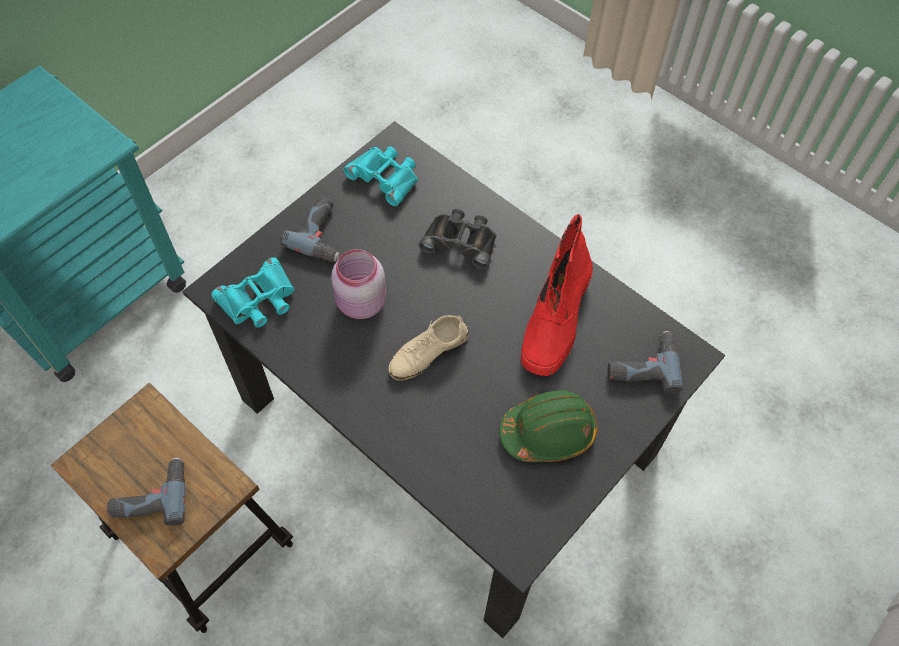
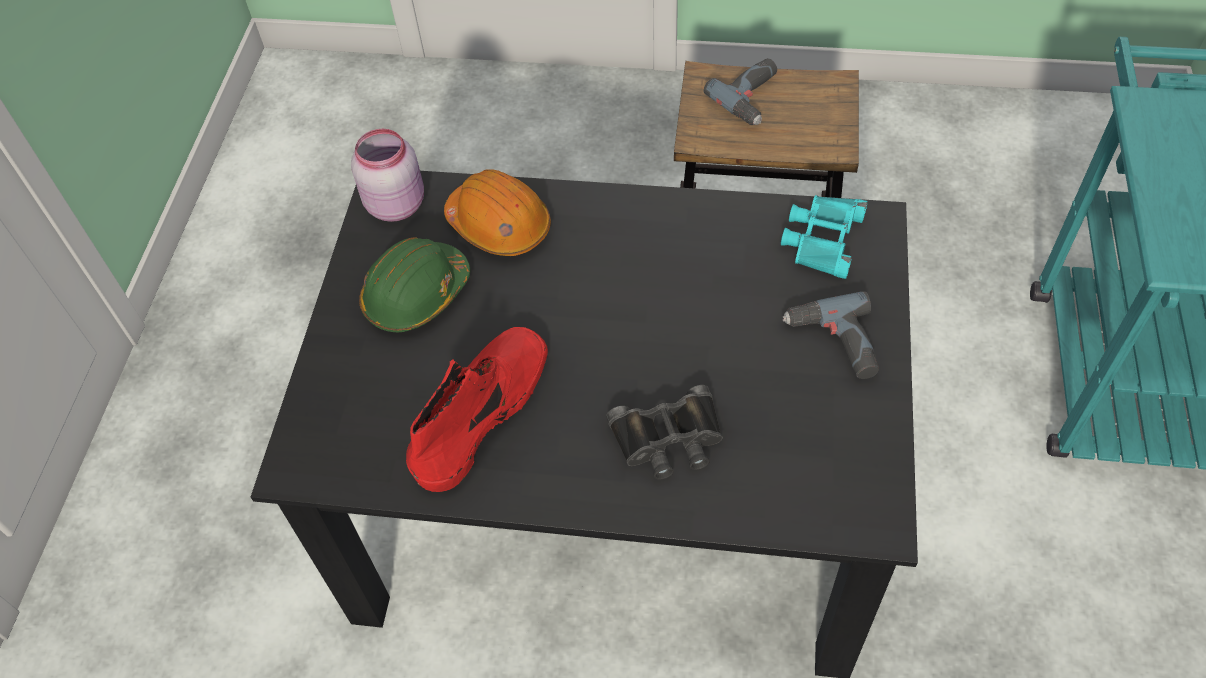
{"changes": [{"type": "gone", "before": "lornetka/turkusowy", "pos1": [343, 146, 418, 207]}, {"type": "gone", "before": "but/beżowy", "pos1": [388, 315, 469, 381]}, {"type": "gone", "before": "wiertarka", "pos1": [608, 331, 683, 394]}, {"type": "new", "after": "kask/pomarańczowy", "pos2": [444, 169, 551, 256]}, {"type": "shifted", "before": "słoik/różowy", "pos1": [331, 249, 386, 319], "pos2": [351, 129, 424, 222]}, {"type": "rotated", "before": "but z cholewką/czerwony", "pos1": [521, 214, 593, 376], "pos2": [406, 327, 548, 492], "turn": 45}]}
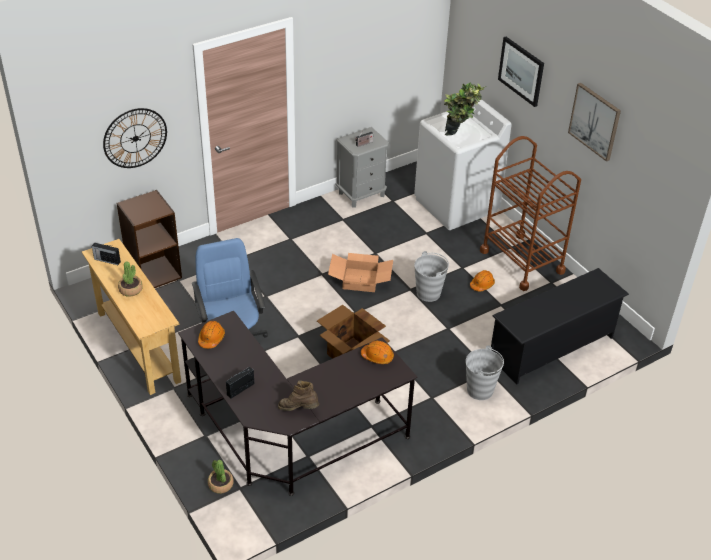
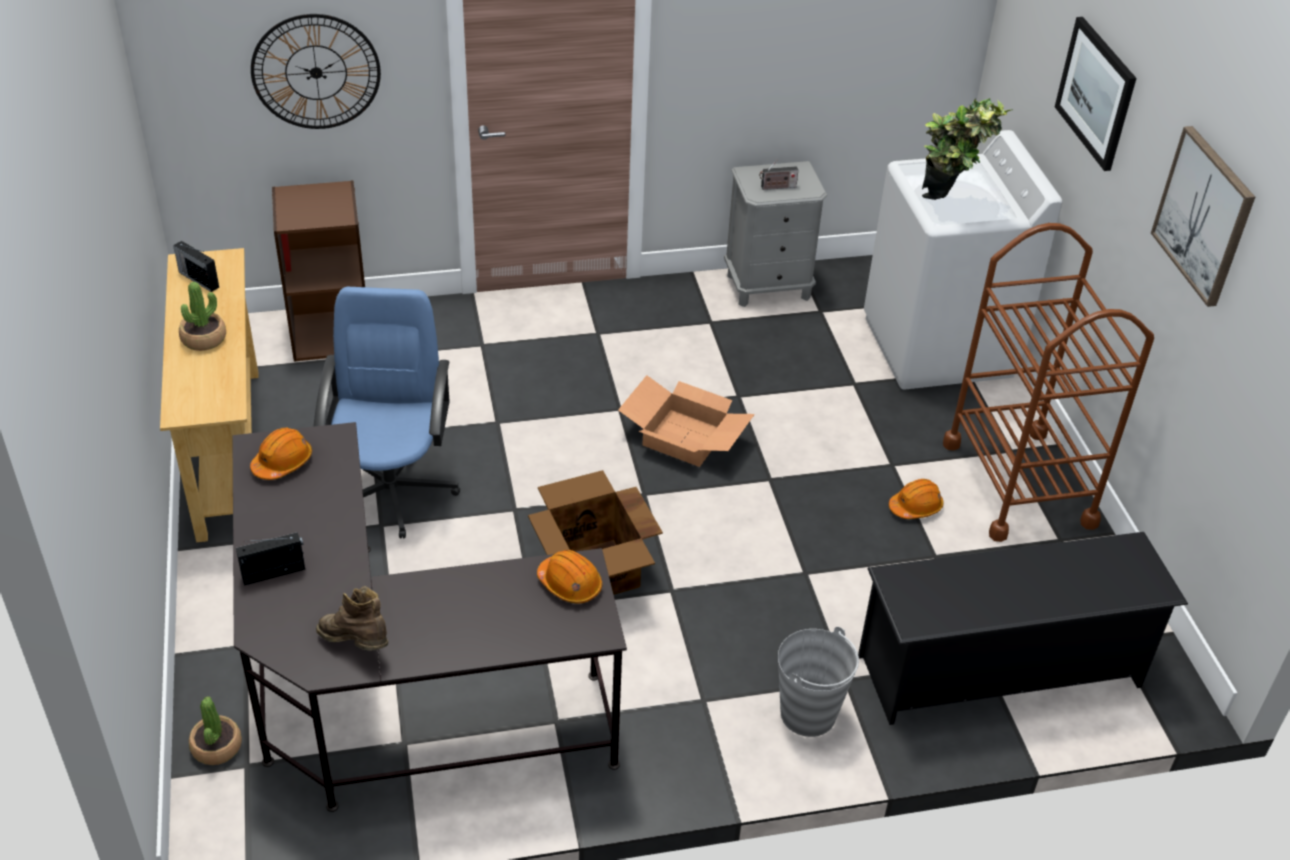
{"changes": [{"type": "gone", "before": "wiadro/szary", "pos1": [414, 251, 449, 302]}]}
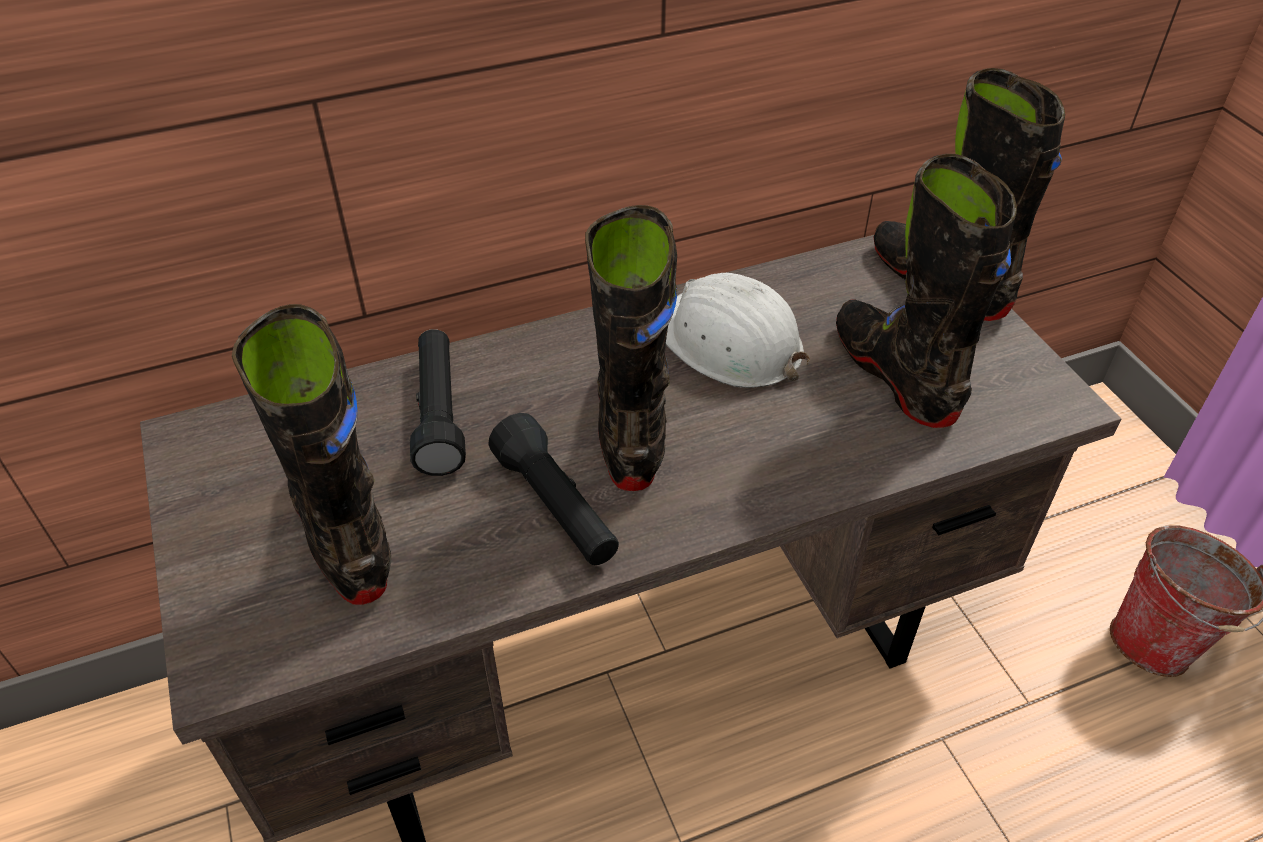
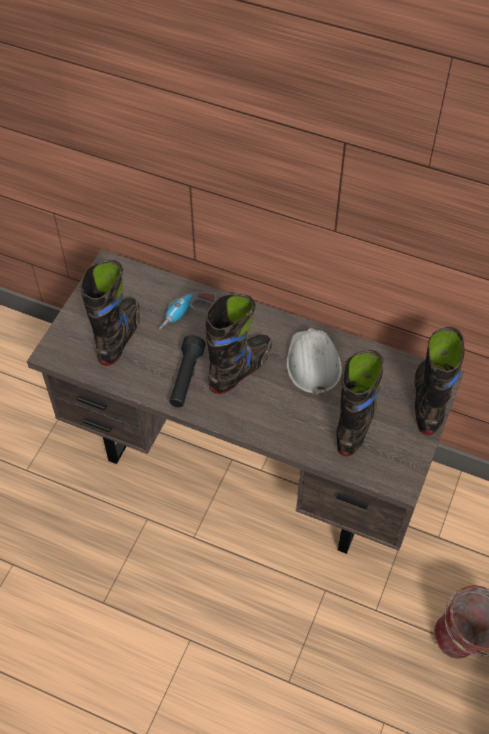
{"changes": [{"type": "swapped", "before": "latarka/czarny", "after": "wiertarka", "pos1": [410, 329, 466, 476], "pos2": [159, 292, 217, 330]}]}
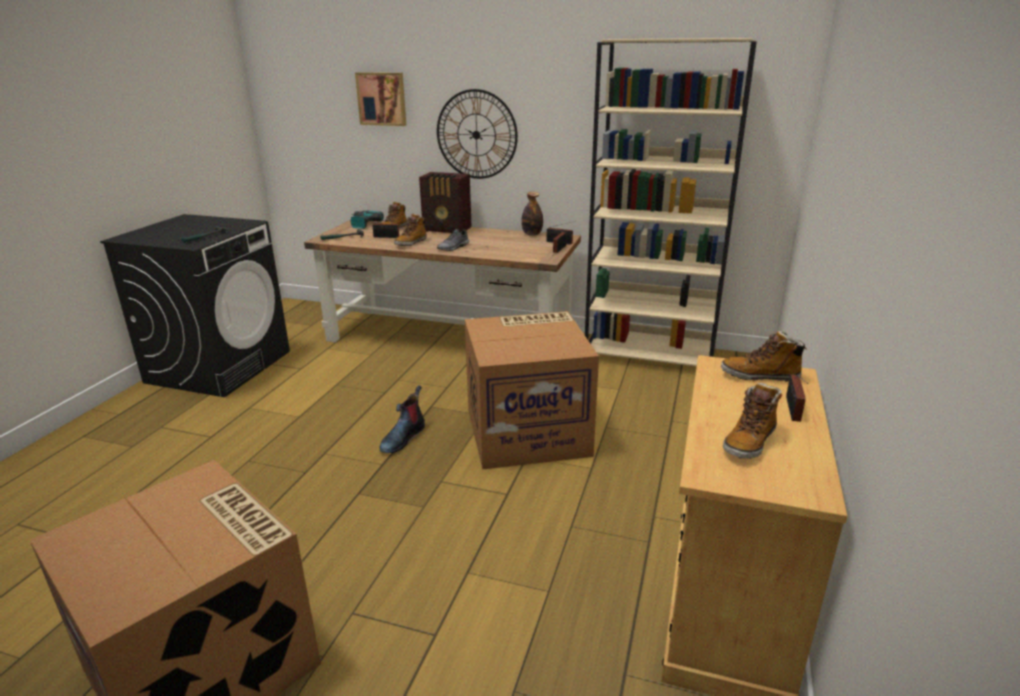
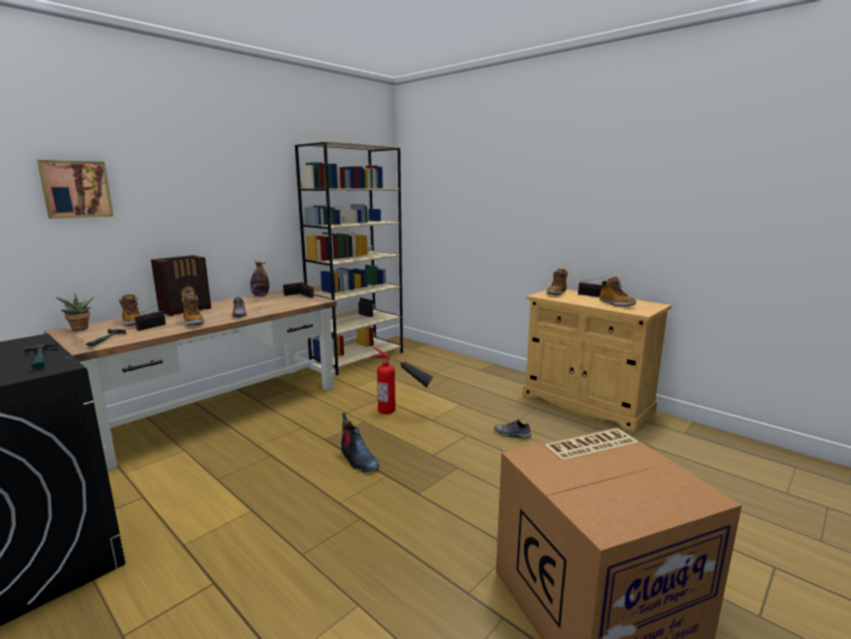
{"changes": [{"type": "gone", "before": "zegar ścienny", "pos1": [437, 89, 518, 179]}, {"type": "new", "after": "but/szary", "pos2": [494, 419, 531, 439]}, {"type": "swapped", "before": "wiertarka", "after": "roślina doniczkowa", "pos1": [351, 211, 384, 229], "pos2": [56, 293, 94, 331]}, {"type": "swapped", "before": "karton", "after": "gaśnica", "pos1": [465, 311, 599, 469], "pos2": [371, 348, 434, 414]}]}
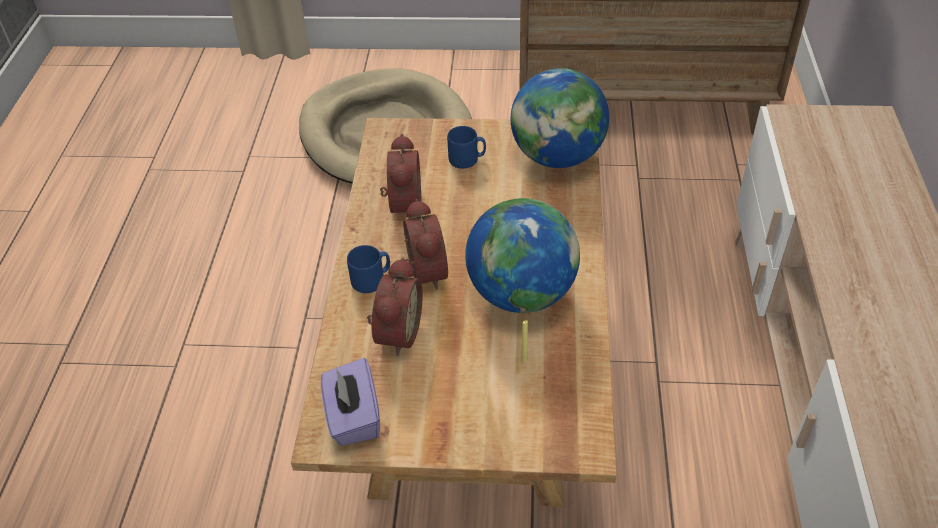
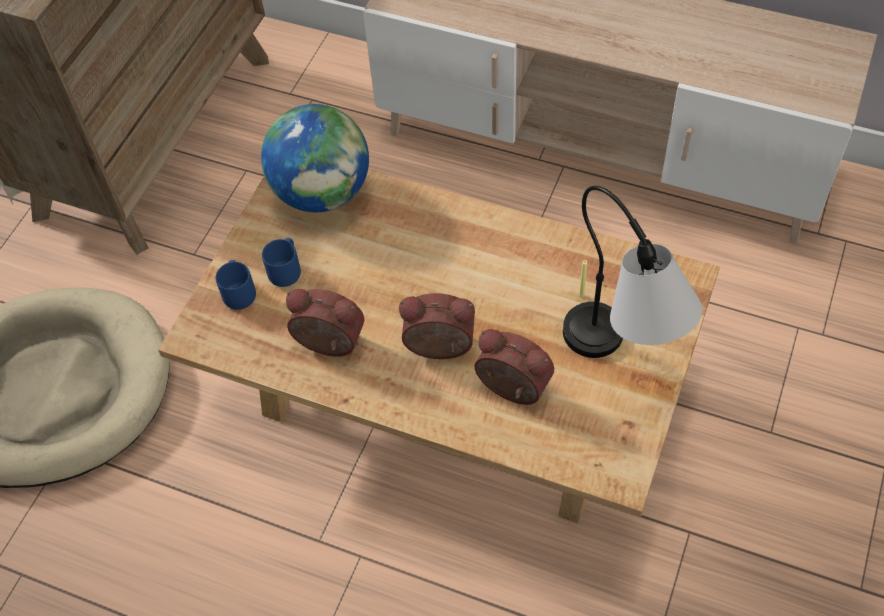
{"changes": [{"type": "gone", "before": "pudełko chusteczek/fioletowy", "pos1": [321, 358, 380, 446]}, {"type": "gone", "before": "globus", "pos1": [465, 198, 580, 313]}, {"type": "new", "after": "lampa stołowa", "pos2": [563, 186, 702, 358]}, {"type": "shifted", "before": "kubek/niebieski", "pos1": [347, 245, 390, 293], "pos2": [216, 260, 256, 310]}]}
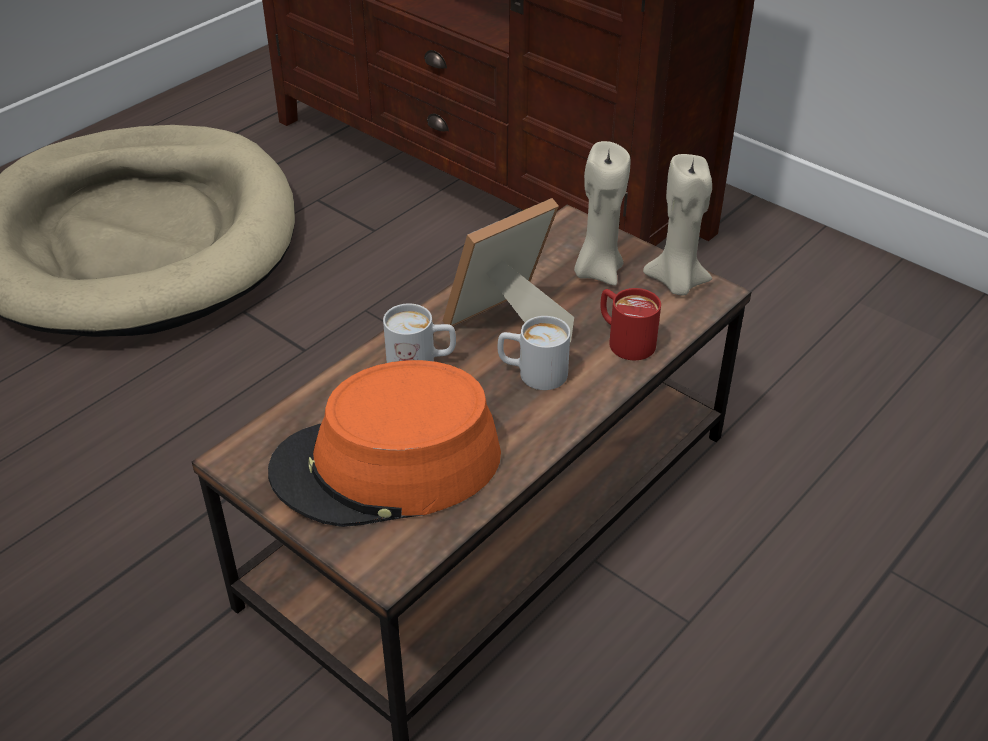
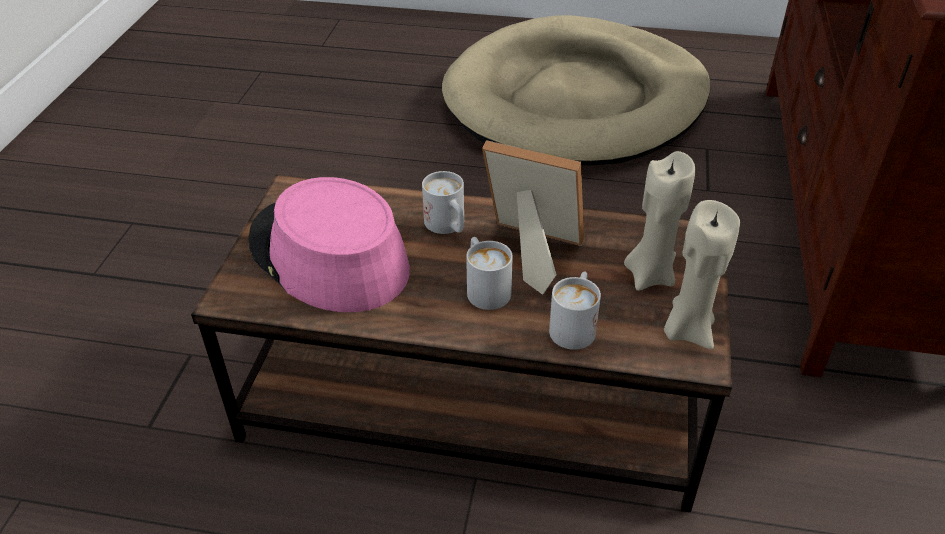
{"changes": [{"type": "repainted", "before": "kapelusz/pomarańczowy", "after": "kapelusz/różowy", "pos1": [268, 360, 501, 527], "pos2": [249, 177, 410, 312]}, {"type": "repainted", "before": "kubek/czerwony", "after": "kubek/biały", "pos1": [600, 288, 661, 360], "pos2": [549, 271, 601, 350]}]}
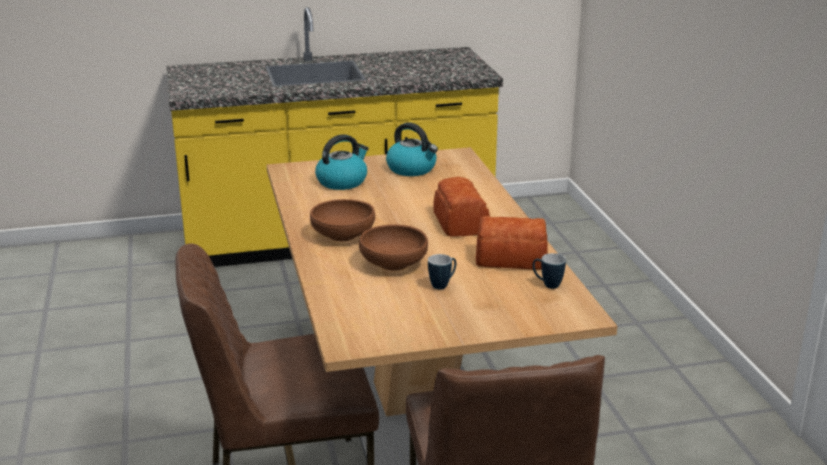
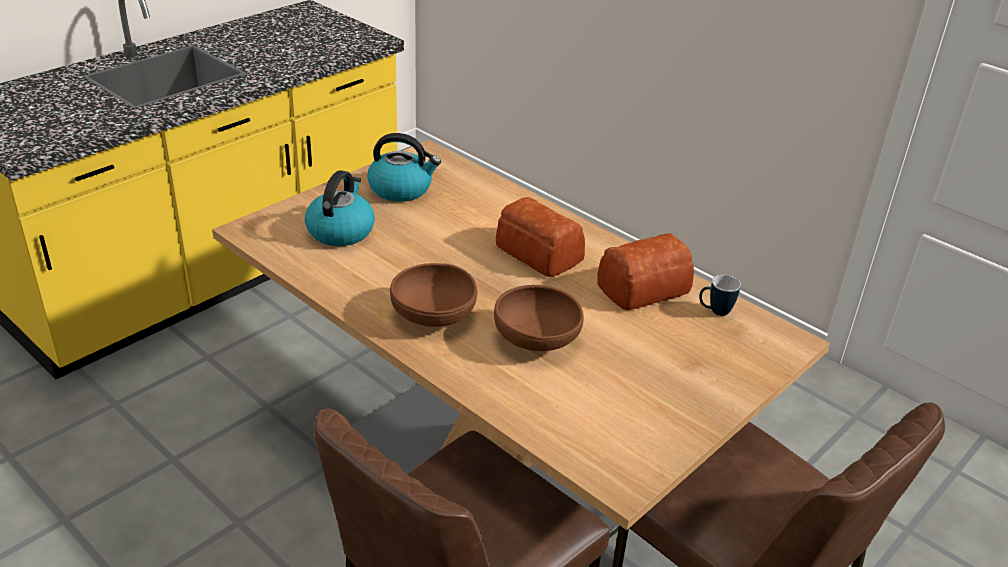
{"changes": [{"type": "gone", "before": "kubek", "pos1": [428, 254, 456, 289]}]}
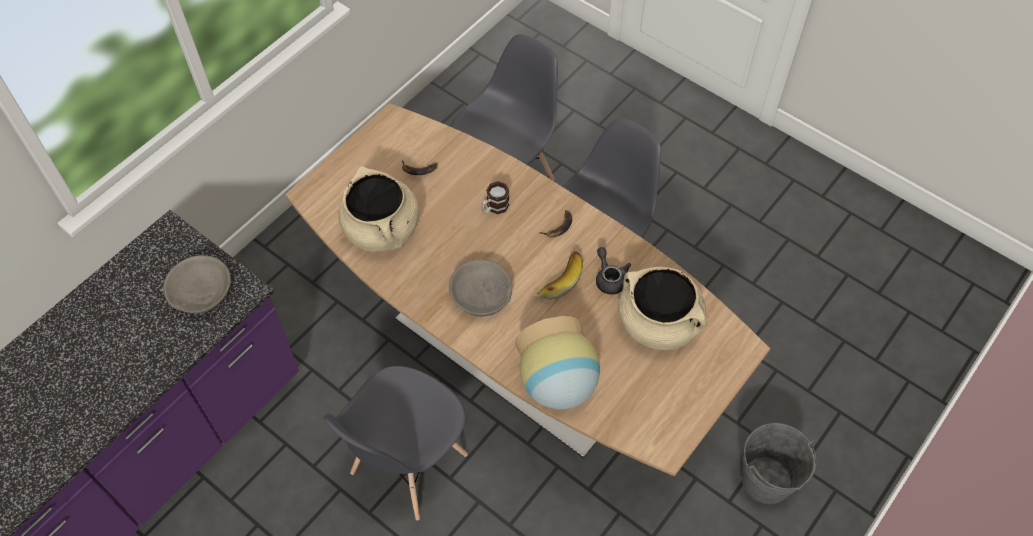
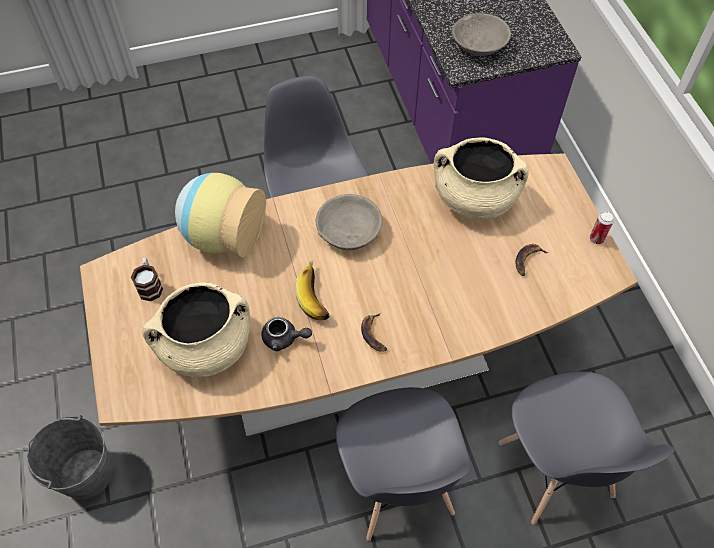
{"changes": [{"type": "new", "after": "puszka", "pos2": [590, 211, 614, 244]}, {"type": "shifted", "before": "kubek", "pos1": [481, 181, 509, 214], "pos2": [131, 258, 163, 301]}]}
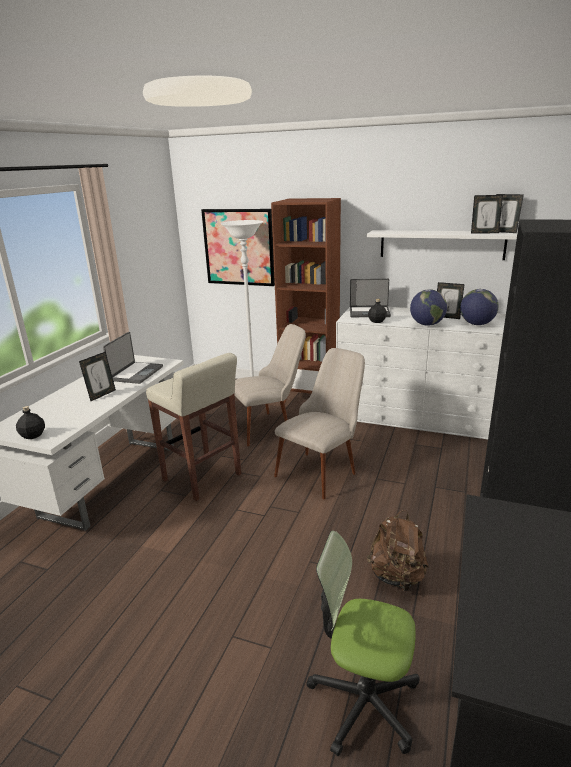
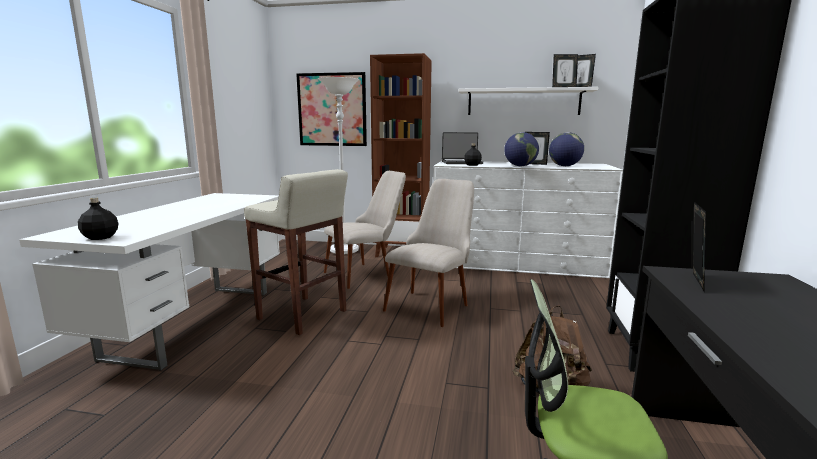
{"changes": [{"type": "gone", "before": "laptop", "pos1": [103, 332, 163, 384]}, {"type": "shifted", "before": "ramka na zdjęcie", "pos1": [79, 352, 116, 401], "pos2": [693, 202, 706, 291]}]}
